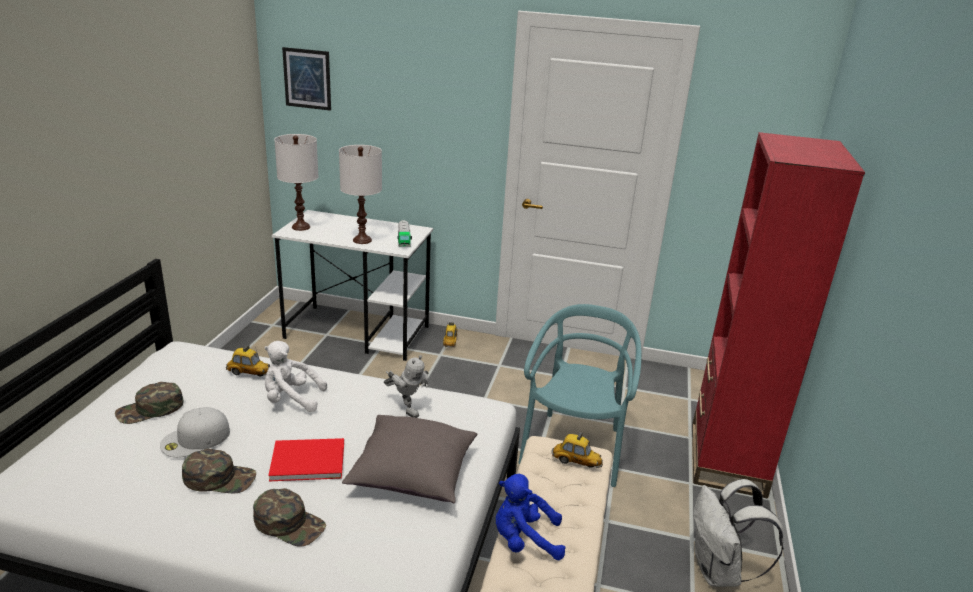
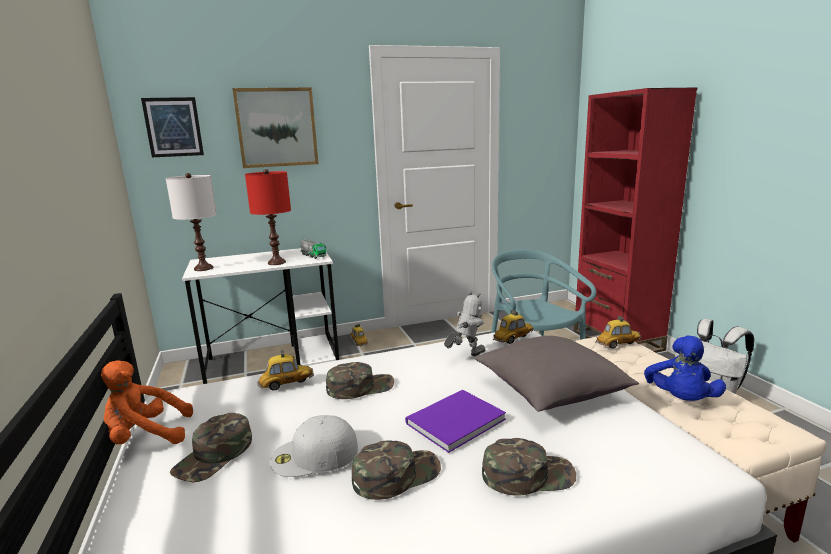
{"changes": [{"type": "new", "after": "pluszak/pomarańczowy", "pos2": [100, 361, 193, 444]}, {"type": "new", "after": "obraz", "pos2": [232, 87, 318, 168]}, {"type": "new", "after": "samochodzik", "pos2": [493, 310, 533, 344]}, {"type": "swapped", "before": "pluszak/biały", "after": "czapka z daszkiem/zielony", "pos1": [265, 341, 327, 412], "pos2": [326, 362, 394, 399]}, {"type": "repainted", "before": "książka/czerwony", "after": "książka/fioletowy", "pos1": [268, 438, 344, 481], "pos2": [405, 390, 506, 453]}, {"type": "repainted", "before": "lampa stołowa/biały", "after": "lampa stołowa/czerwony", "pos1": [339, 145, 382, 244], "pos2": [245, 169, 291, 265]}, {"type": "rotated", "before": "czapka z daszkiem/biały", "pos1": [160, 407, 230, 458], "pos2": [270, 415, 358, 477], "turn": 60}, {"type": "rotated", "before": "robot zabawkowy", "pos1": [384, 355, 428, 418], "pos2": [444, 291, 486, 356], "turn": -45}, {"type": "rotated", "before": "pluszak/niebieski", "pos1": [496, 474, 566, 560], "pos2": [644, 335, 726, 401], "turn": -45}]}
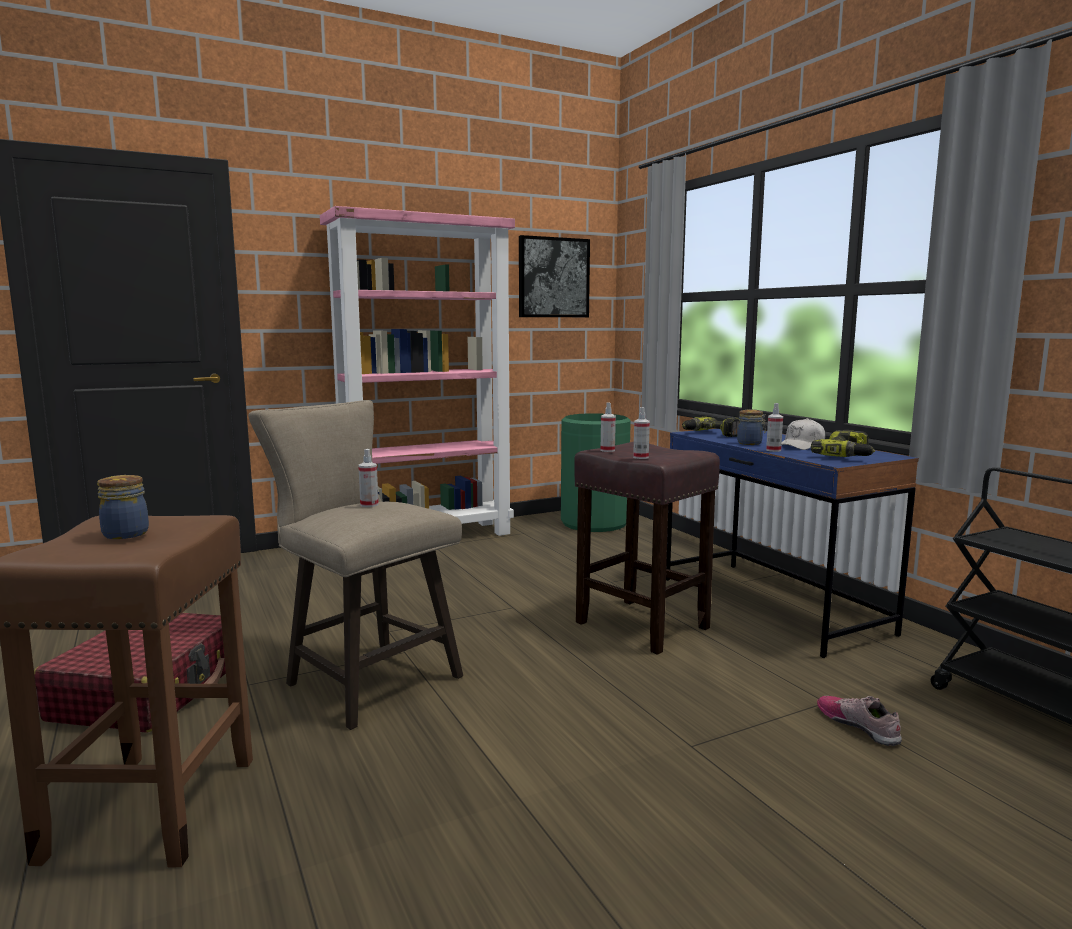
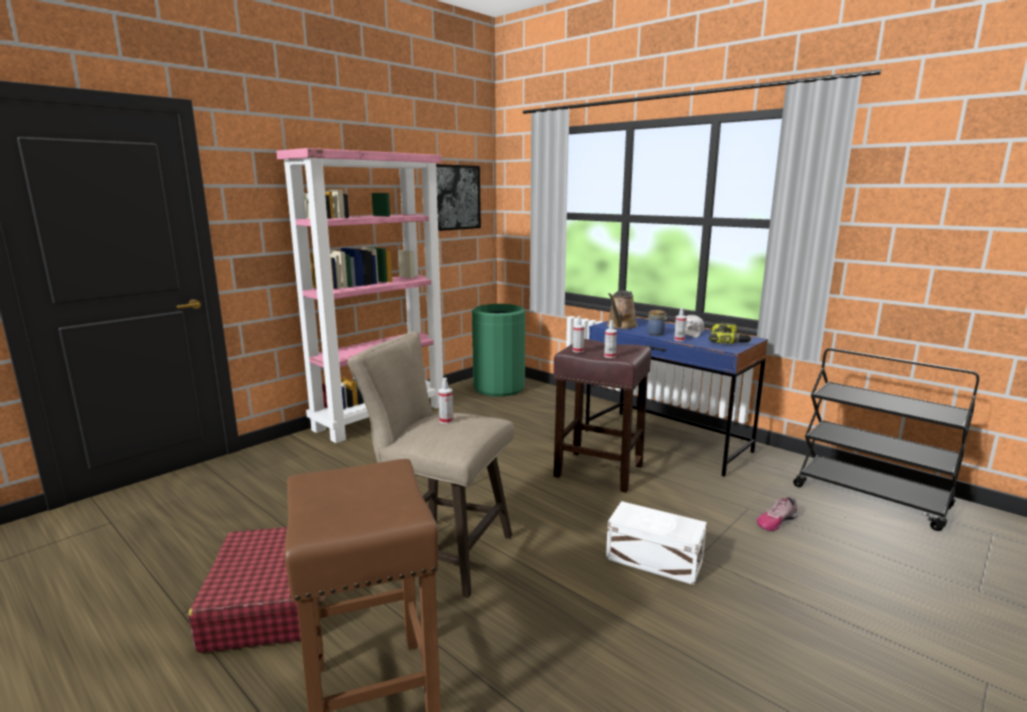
{"changes": [{"type": "gone", "before": "słoik", "pos1": [97, 475, 149, 539]}, {"type": "new", "after": "pojemnik do przechowywania/biały", "pos2": [606, 501, 707, 585]}, {"type": "swapped", "before": "wiertarka", "after": "konewka/brązowy", "pos1": [682, 417, 740, 437], "pos2": [607, 290, 638, 329]}, {"type": "rotated", "before": "but", "pos1": [817, 696, 902, 746], "pos2": [757, 497, 798, 531], "turn": -75}]}
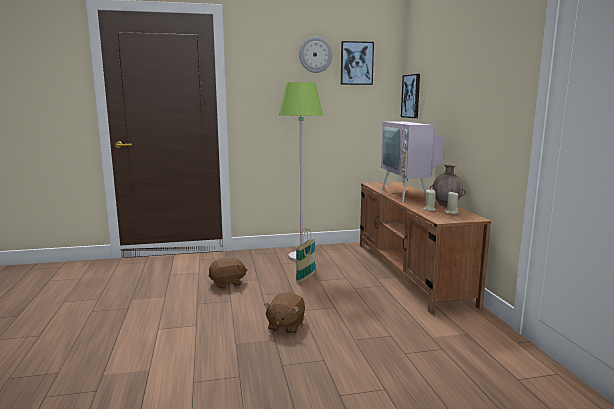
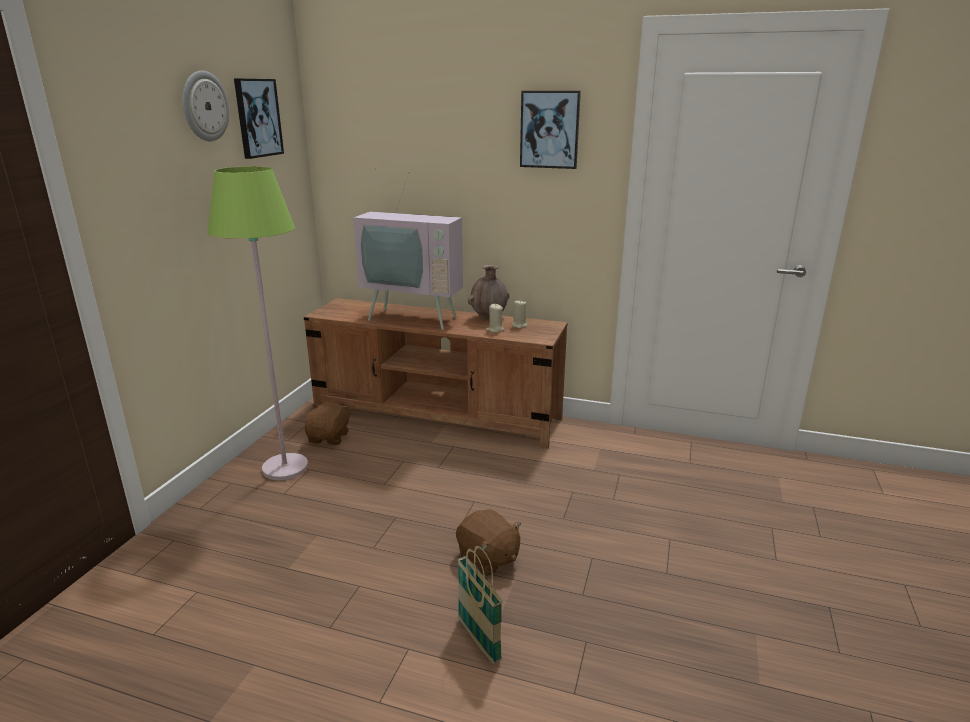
{"changes": [{"type": "shifted", "before": "pluszak/brązowy", "pos1": [208, 257, 247, 289], "pos2": [305, 402, 351, 445]}, {"type": "shifted", "before": "koszyk", "pos1": [296, 228, 315, 282], "pos2": [457, 546, 503, 664]}, {"type": "shifted", "before": "obraz", "pos1": [401, 74, 420, 118], "pos2": [520, 91, 581, 169]}]}
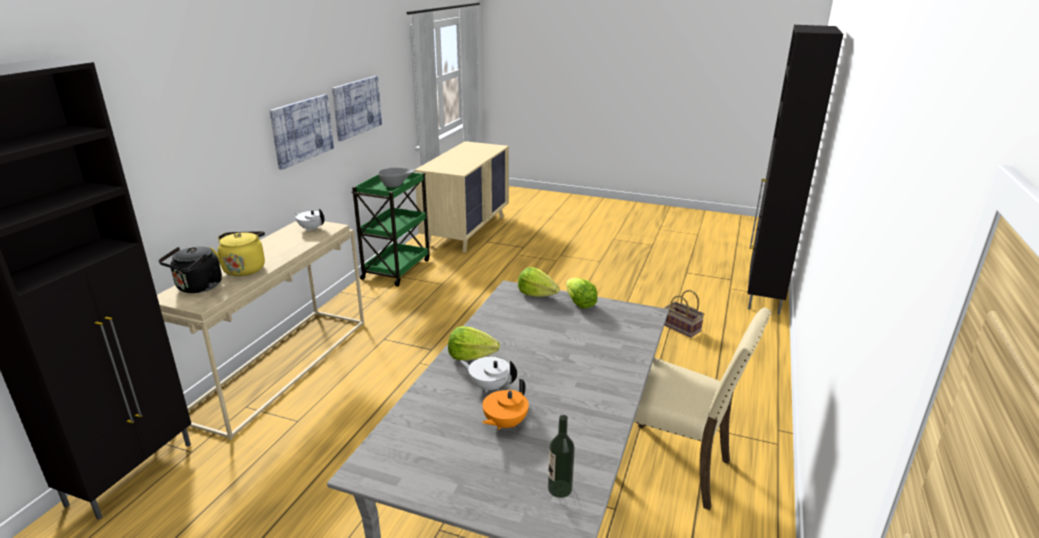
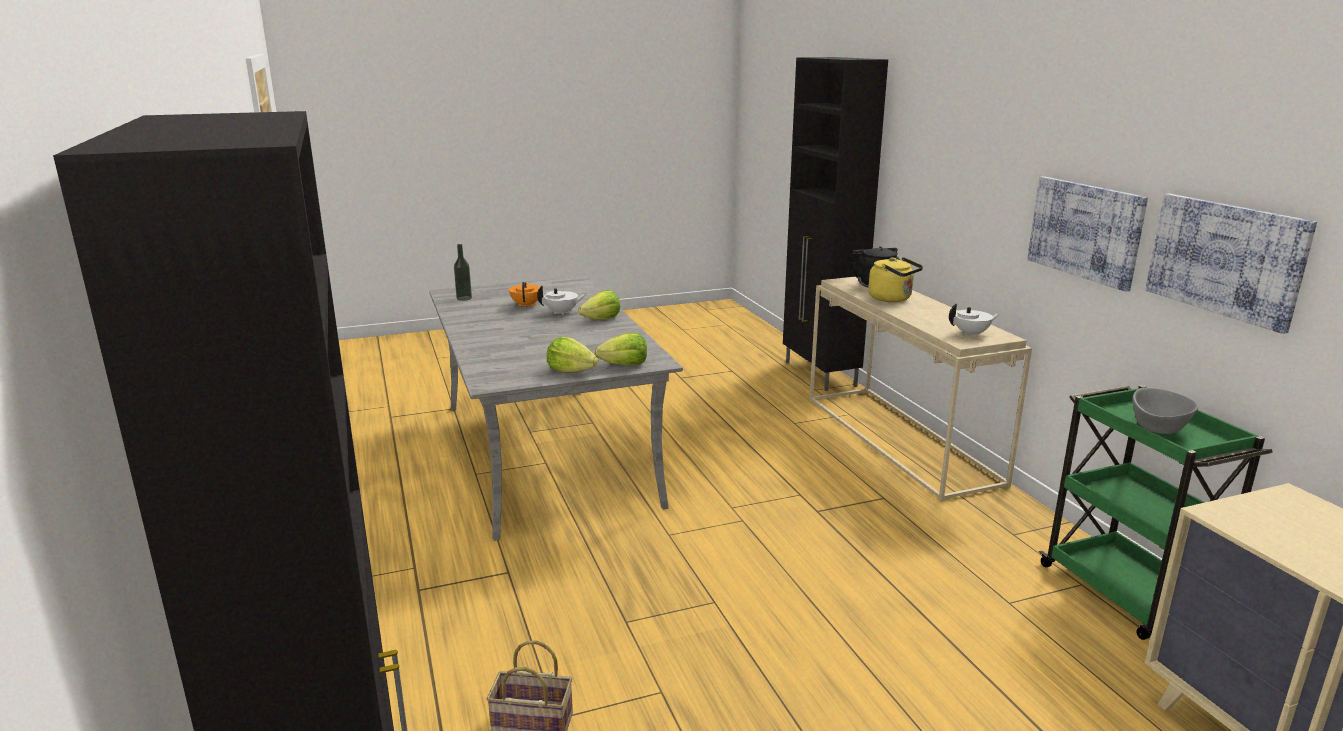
{"changes": [{"type": "gone", "before": "krzesło/beżowy", "pos1": [634, 307, 772, 510]}]}
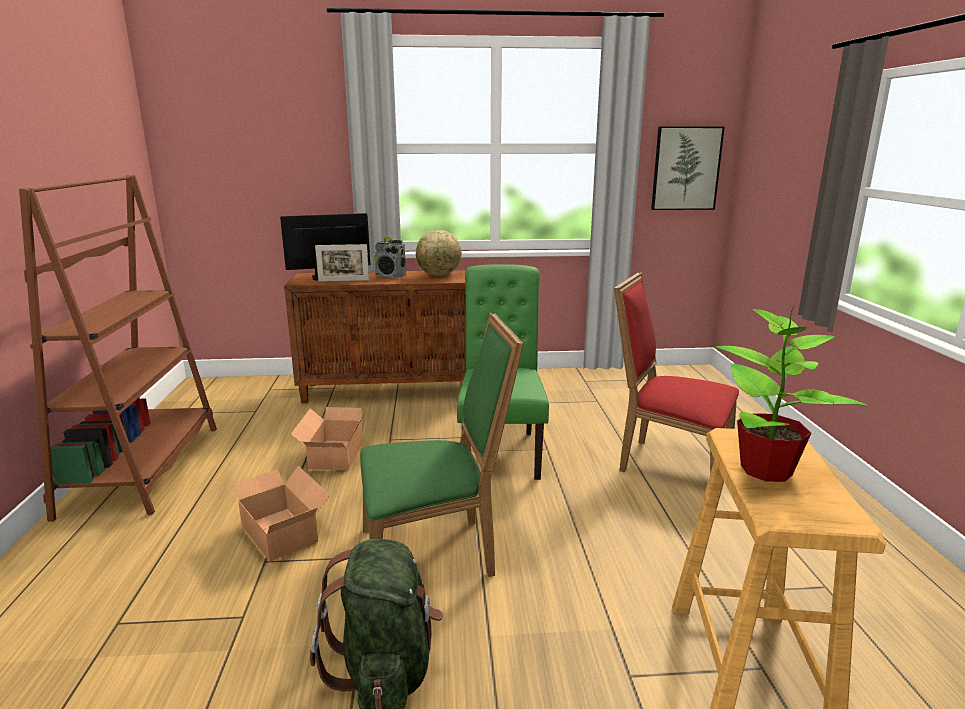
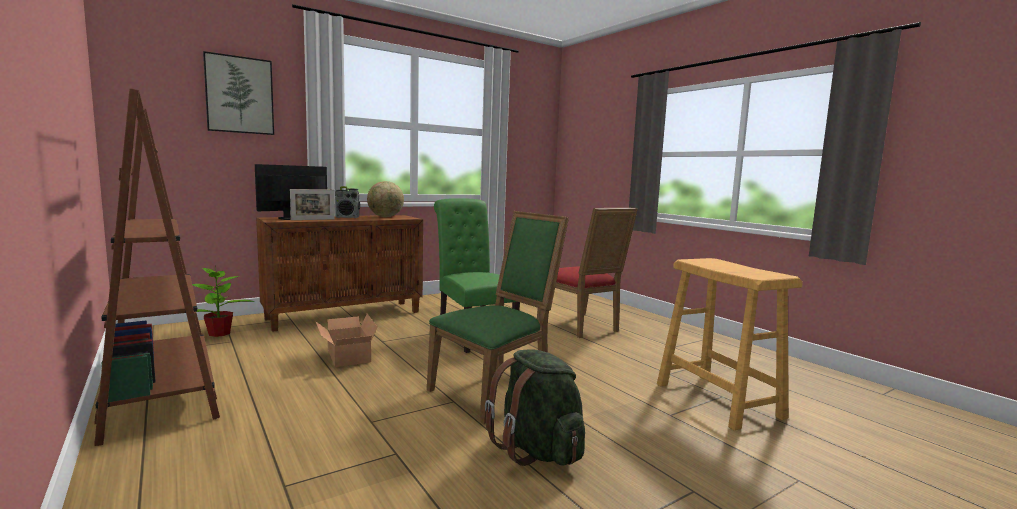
{"changes": [{"type": "gone", "before": "karton", "pos1": [227, 466, 330, 562]}, {"type": "shifted", "before": "obraz", "pos1": [651, 126, 725, 210], "pos2": [203, 51, 274, 135]}, {"type": "shifted", "before": "roślina doniczkowa", "pos1": [716, 305, 869, 482], "pos2": [192, 268, 255, 337]}, {"type": "rotated", "before": "krzesło/czerwony", "pos1": [614, 272, 739, 473], "pos2": [537, 208, 638, 338], "turn": -120}]}
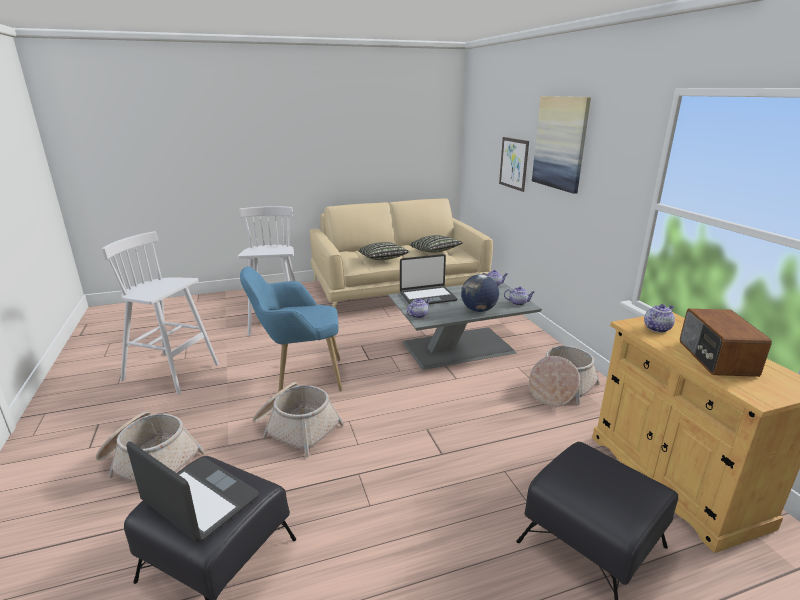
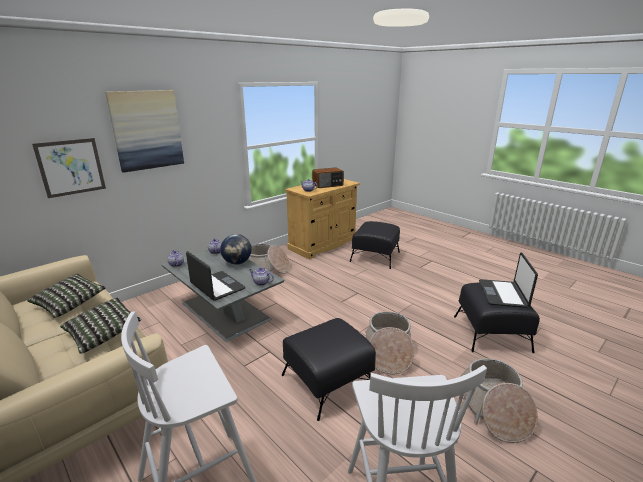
{"changes": [{"type": "swapped", "before": "fotel/niebieski", "after": "pufa/czarny", "pos1": [240, 266, 343, 391], "pos2": [282, 318, 376, 421]}]}
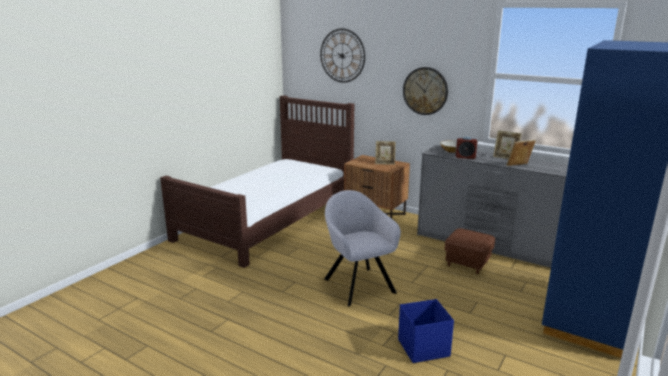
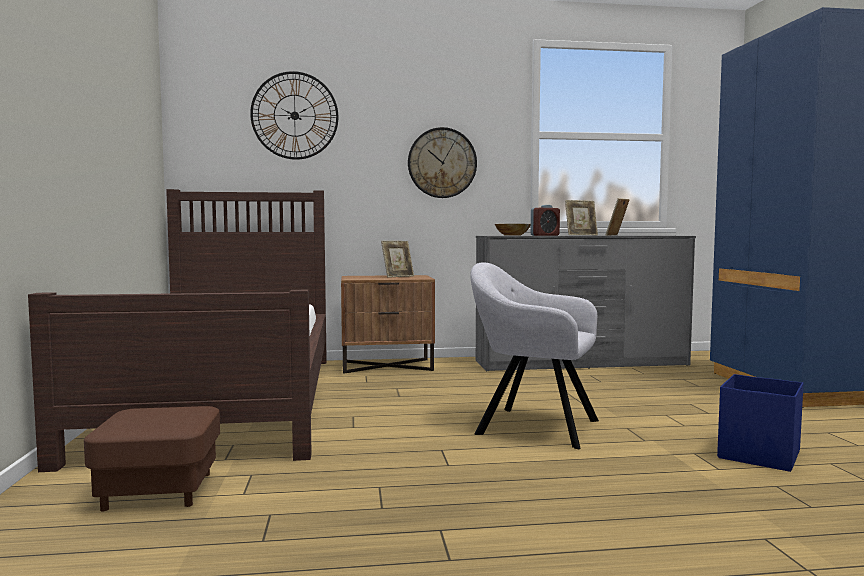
{"changes": [{"type": "shifted", "before": "pufa/brązowy", "pos1": [445, 228, 495, 274], "pos2": [84, 406, 220, 511]}]}
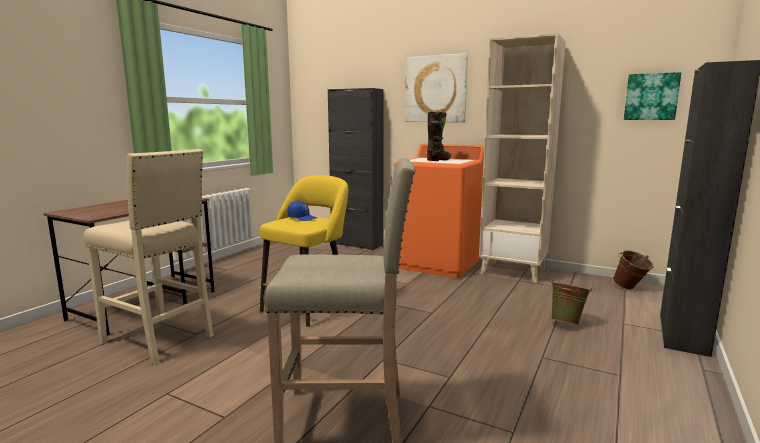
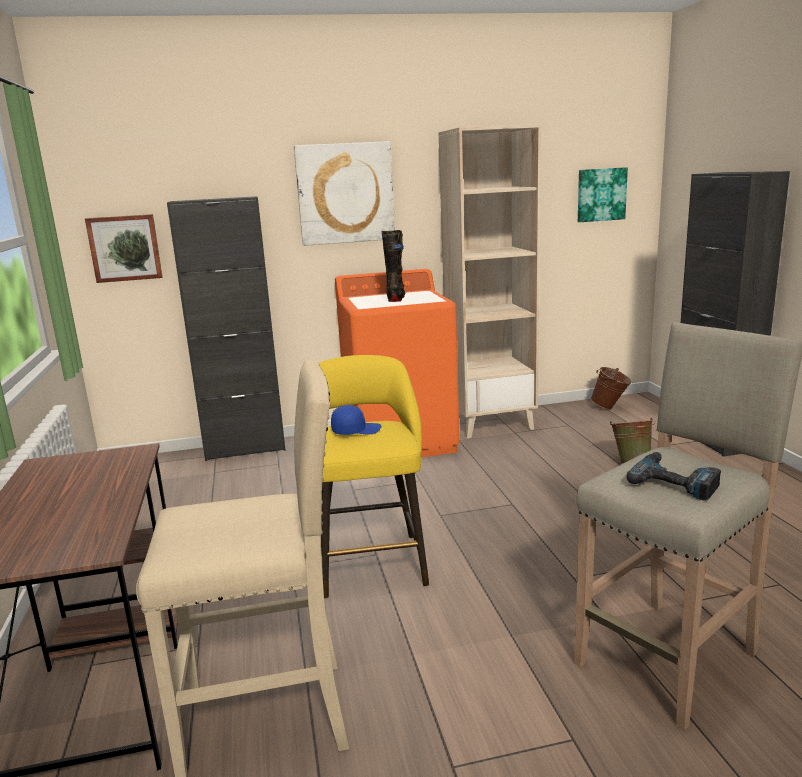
{"changes": [{"type": "new", "after": "obraz", "pos2": [85, 214, 162, 283]}, {"type": "new", "after": "wiertarka", "pos2": [626, 452, 721, 501]}]}
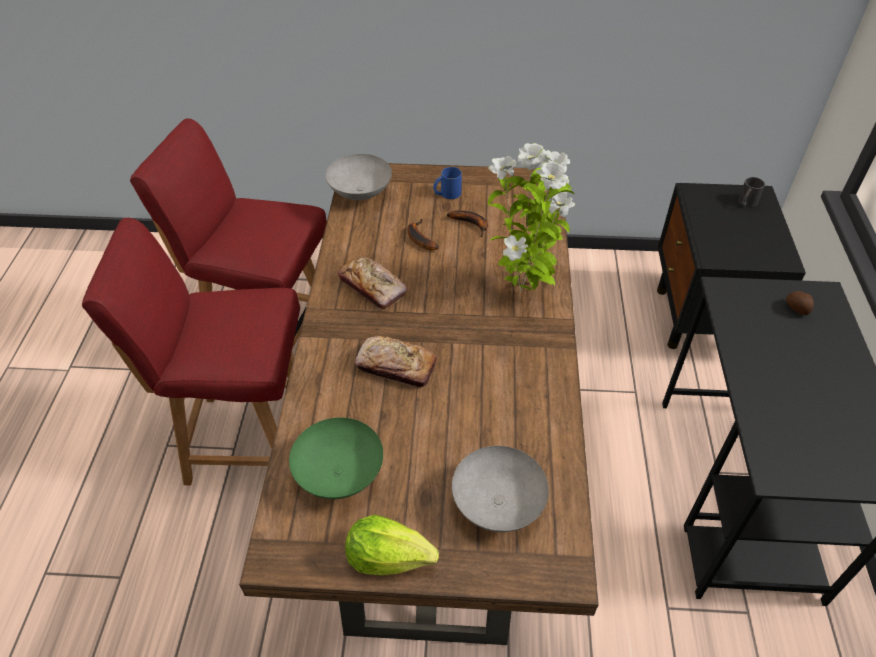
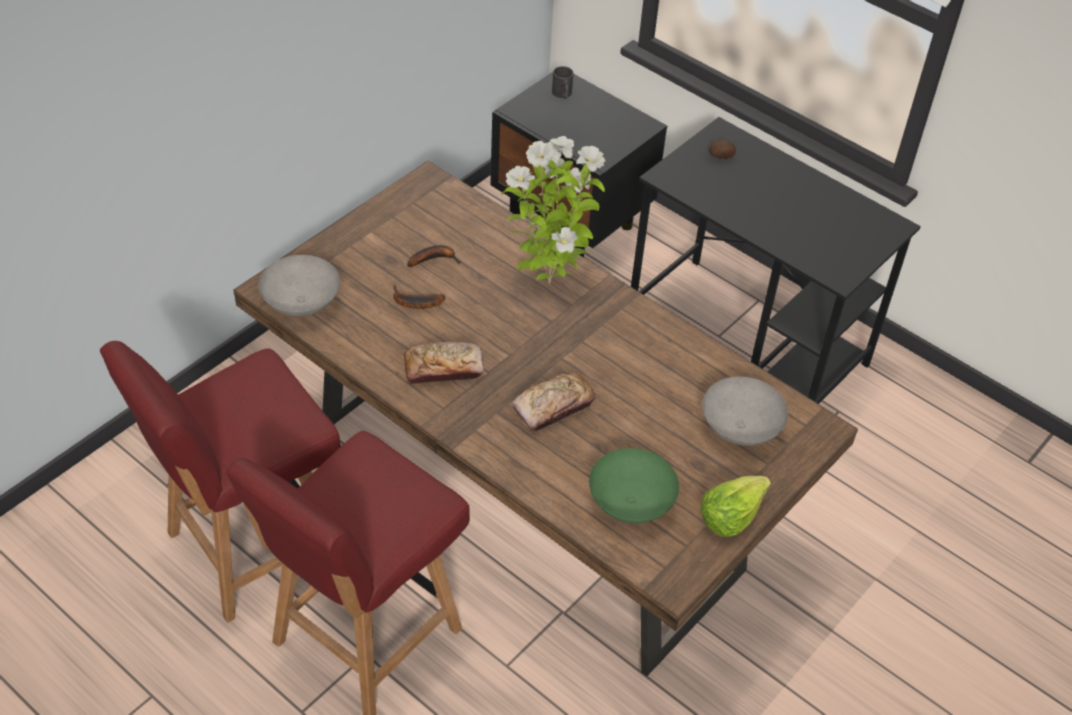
{"changes": [{"type": "gone", "before": "kubek/niebieski", "pos1": [433, 167, 462, 199]}]}
